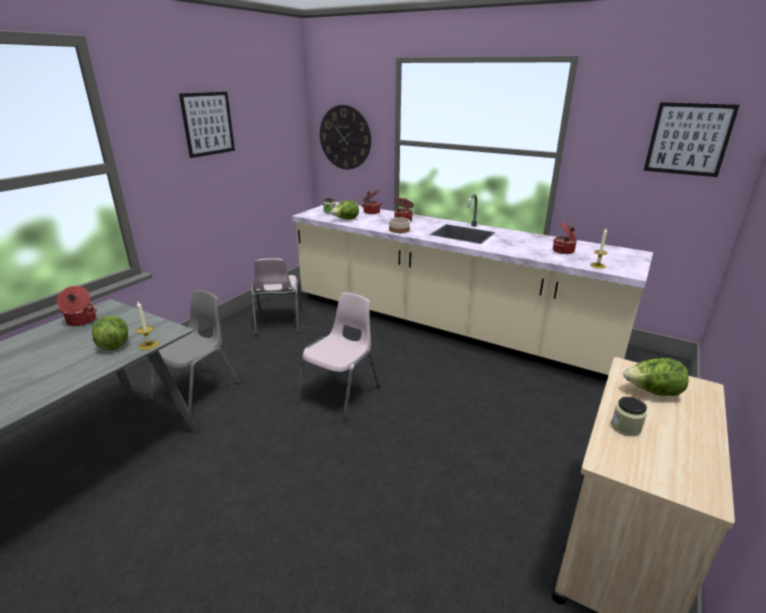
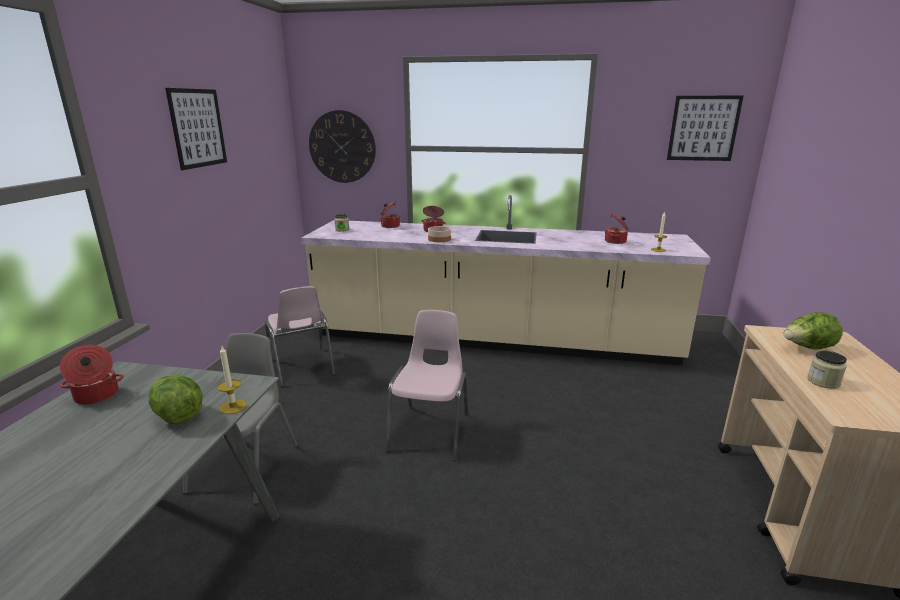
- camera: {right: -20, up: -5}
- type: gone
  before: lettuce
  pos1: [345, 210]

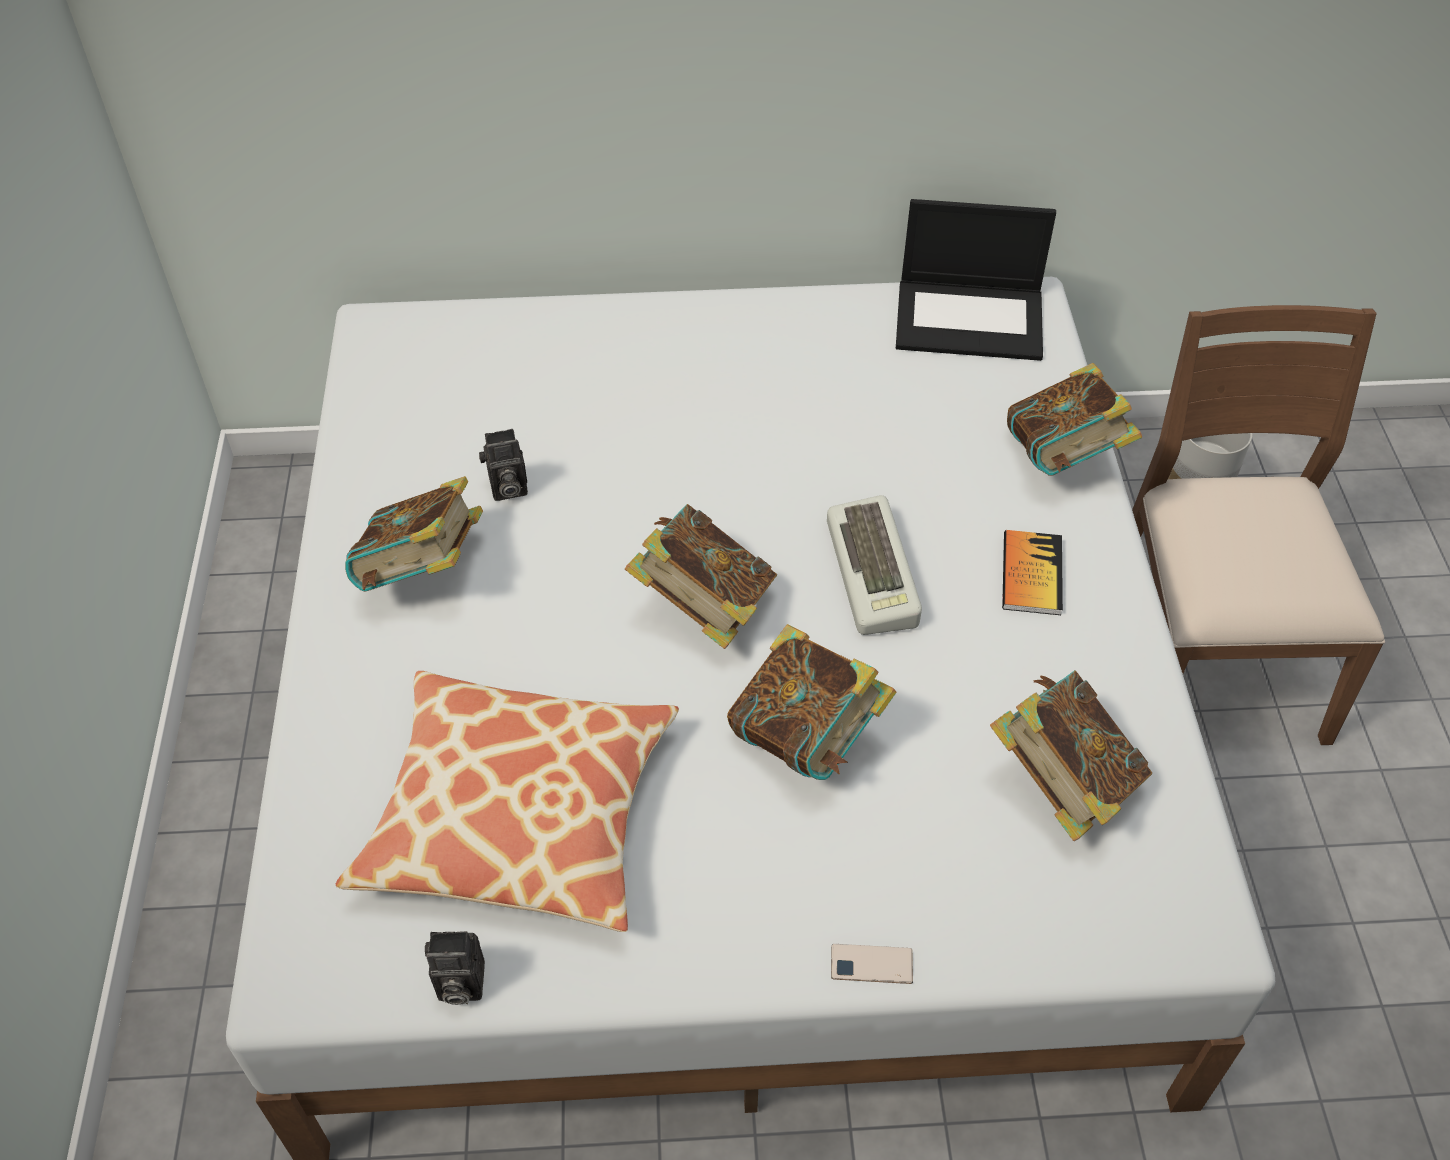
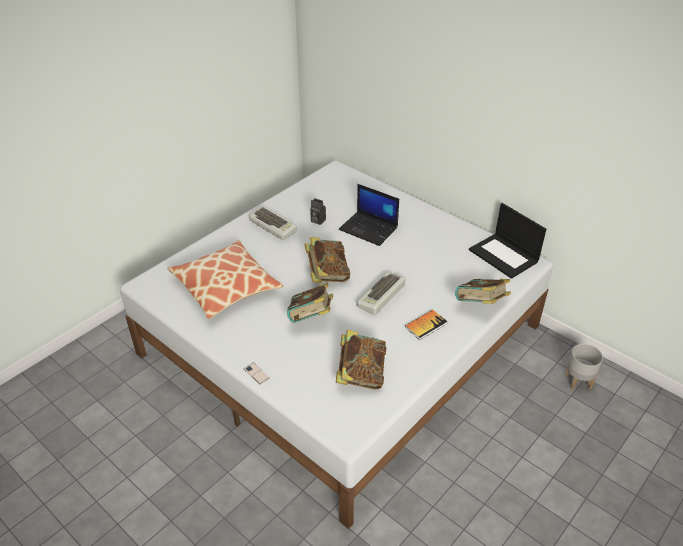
- camera: {right: 45, up: -10}
- type: gone
  before: brown chair
  pos1: [1258, 525]
- type: swapped
  before: book
  after: keyboard
  pos1: [414, 533]
  pos2: [273, 223]
- type: gone
  before: photo camera
  pos1: [455, 968]
- type: new
  after: laptop
  pos2: [369, 215]

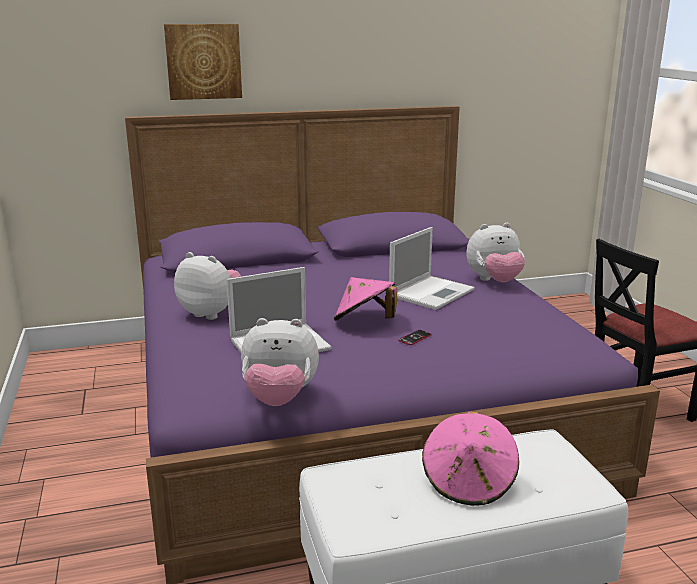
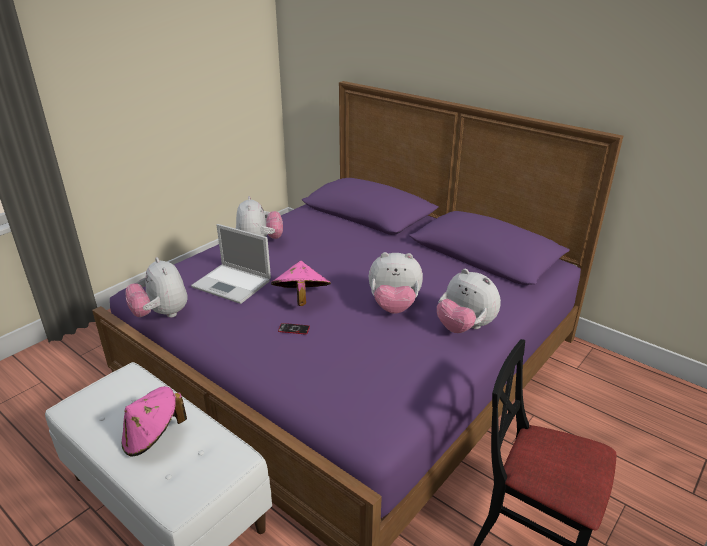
- camera: {right: 55, up: 10}
- type: gone
  before: picture
  pos1: [203, 62]
- type: swapped
  before: laptop
  after: plush toy
  pos1: [432, 268]
  pos2: [396, 283]

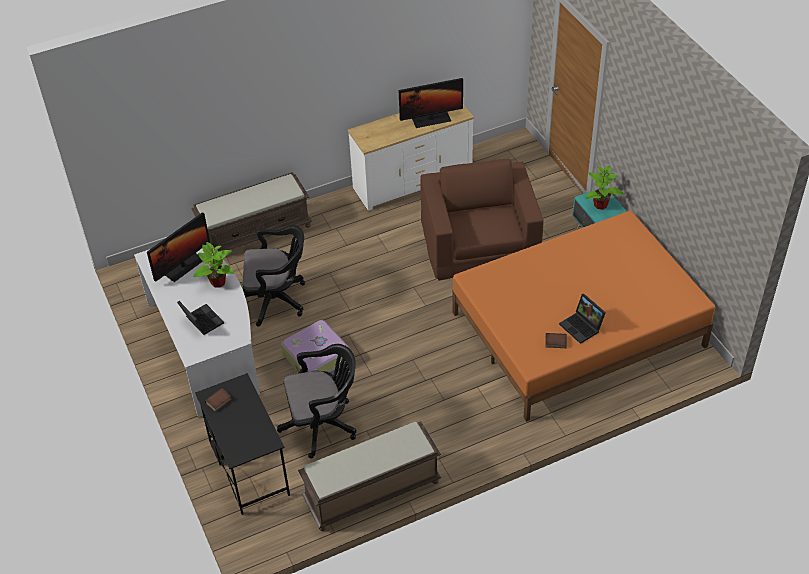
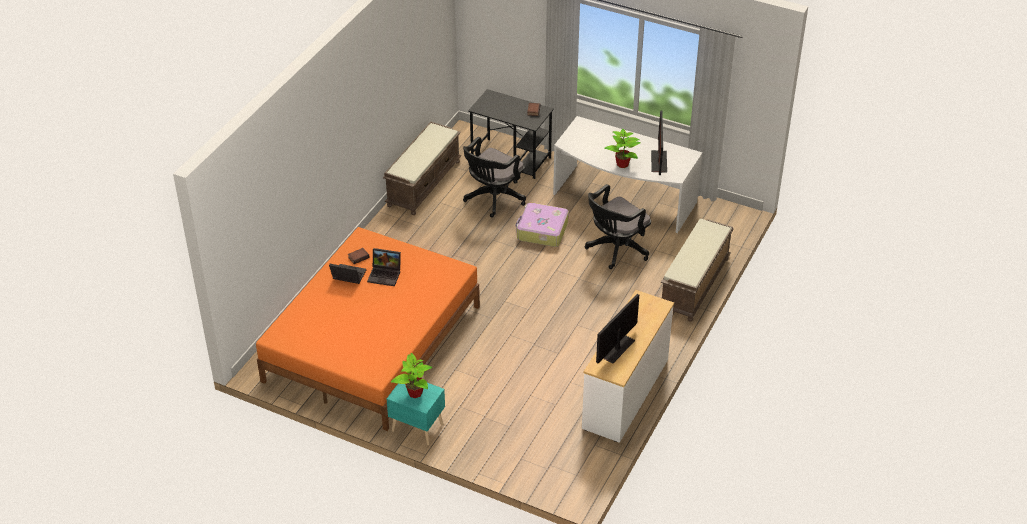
- camera: {right: 140, up: -5}
- type: gone
  before: brown armchair
  pos1: [482, 220]
- type: shifted
  before: laptop
  pos1: [200, 318]
  pos2: [384, 267]

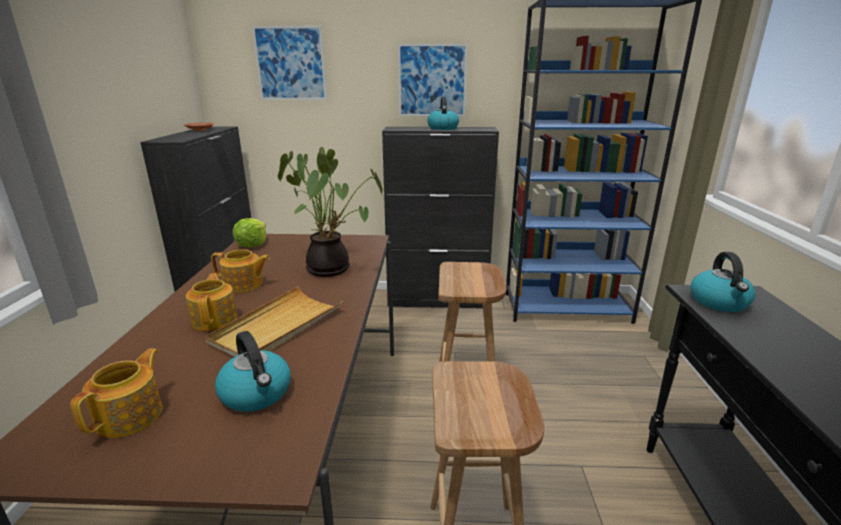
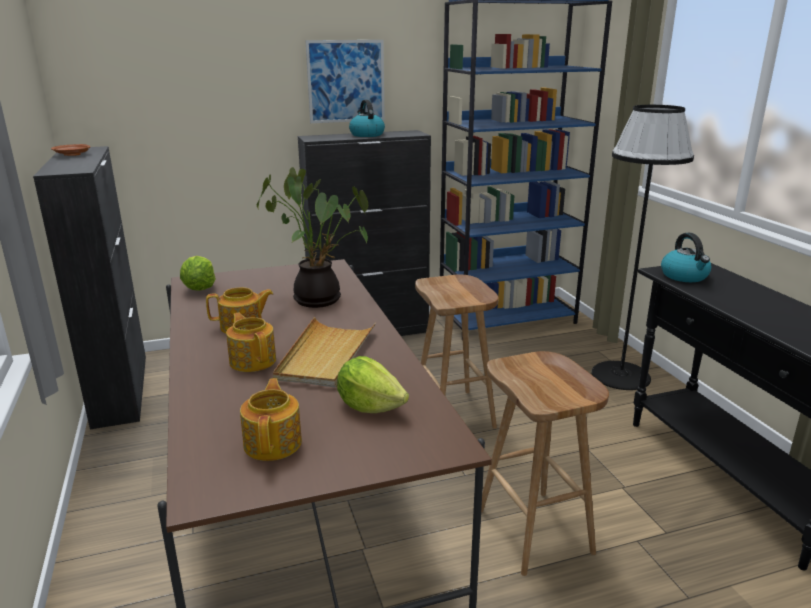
- camera: {right: -20, up: 0}
- type: gone
  before: picture
  pos1: [289, 63]
- type: swapped
  before: kettle
  after: lettuce
  pos1: [253, 371]
  pos2: [373, 384]
- type: new
  after: black floor lamp
  pos2: [642, 247]

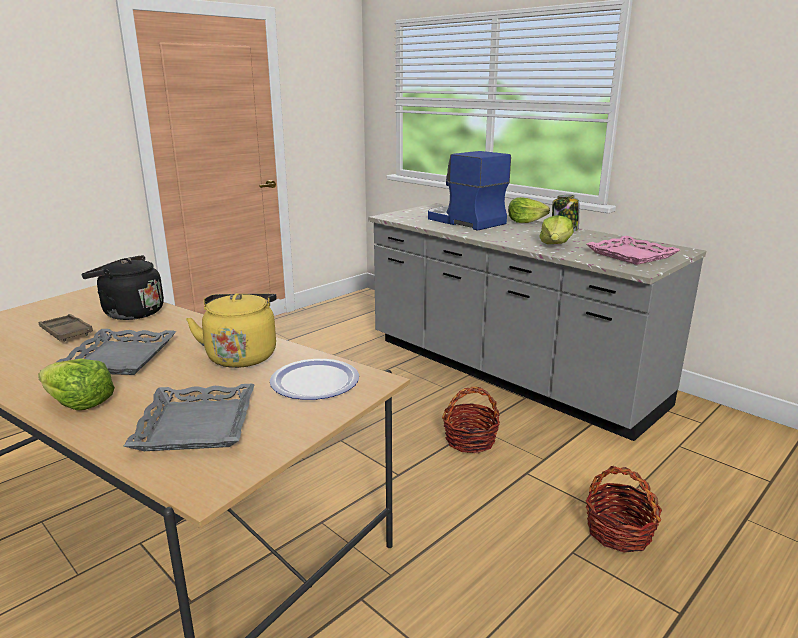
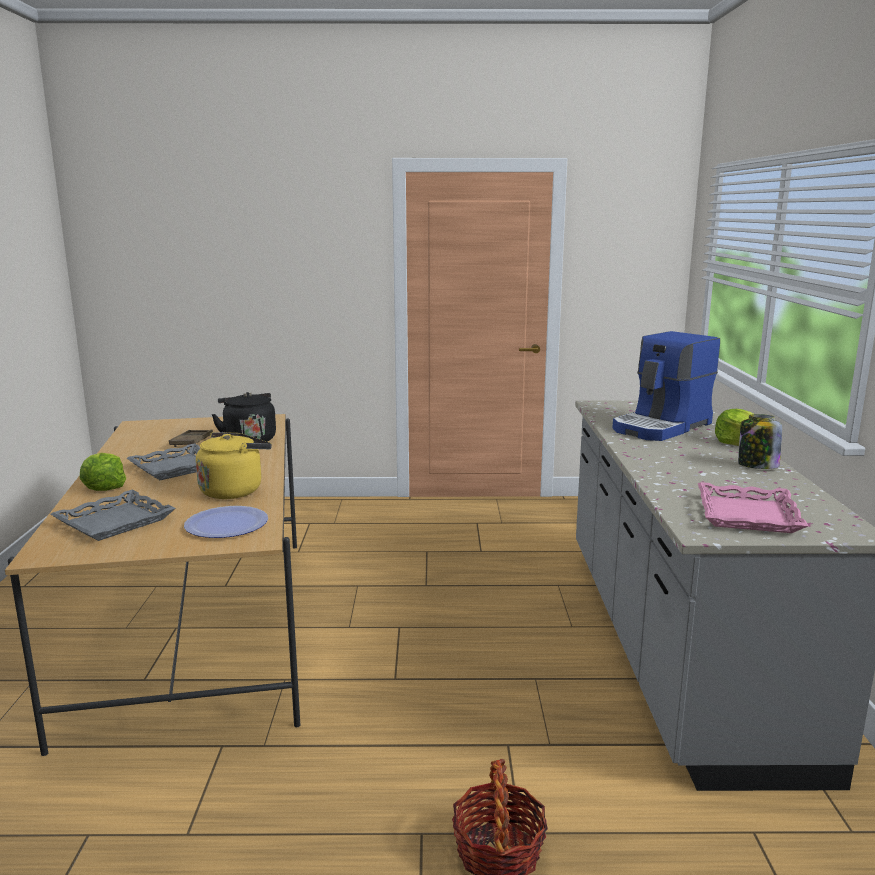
- camera: {right: 45, up: -5}
- type: rotated
  before: coffee machine
  pos1: [469, 191]
  pos2: [666, 386]
  turn: -135
- type: gone
  before: lettuce
  pos1: [557, 229]
- type: gone
  before: basket
  pos1: [471, 420]

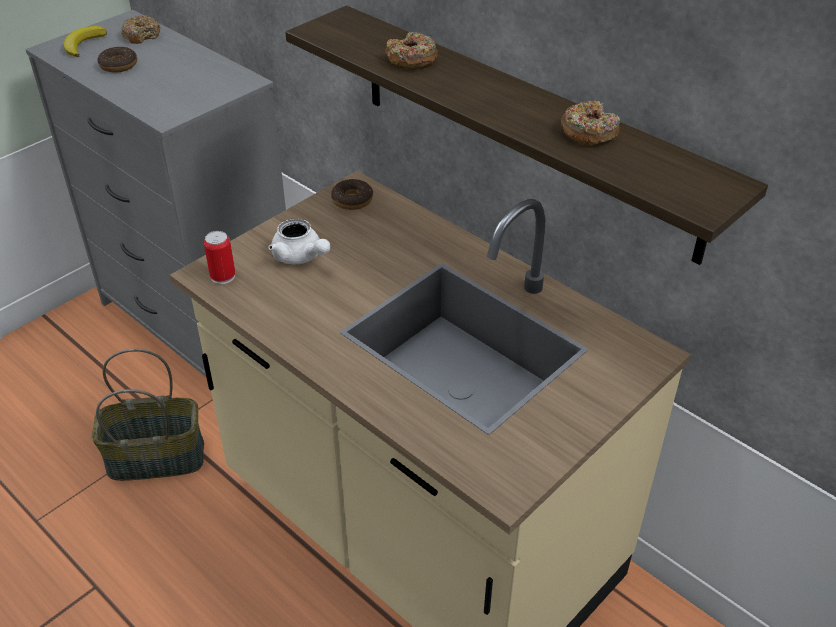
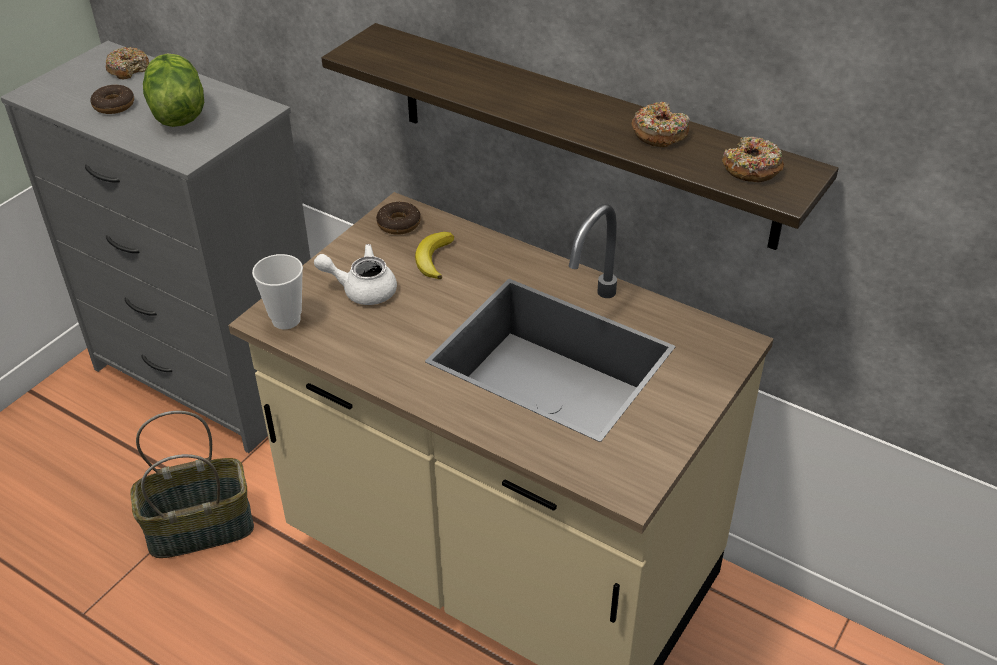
- camera: {right: -10, up: 0}
- type: shifted
  before: banana
  pos1: [85, 41]
  pos2: [434, 255]
- type: shifted
  before: donut
  pos1: [412, 51]
  pos2: [753, 159]
- type: rotated
  before: white teapot
  pos1: [299, 241]
  pos2: [355, 274]
  turn: 150
- type: swapped
  before: can
  after: cup
  pos1: [219, 257]
  pos2: [277, 291]
- type: new
  after: lettuce
  pos2: [173, 90]

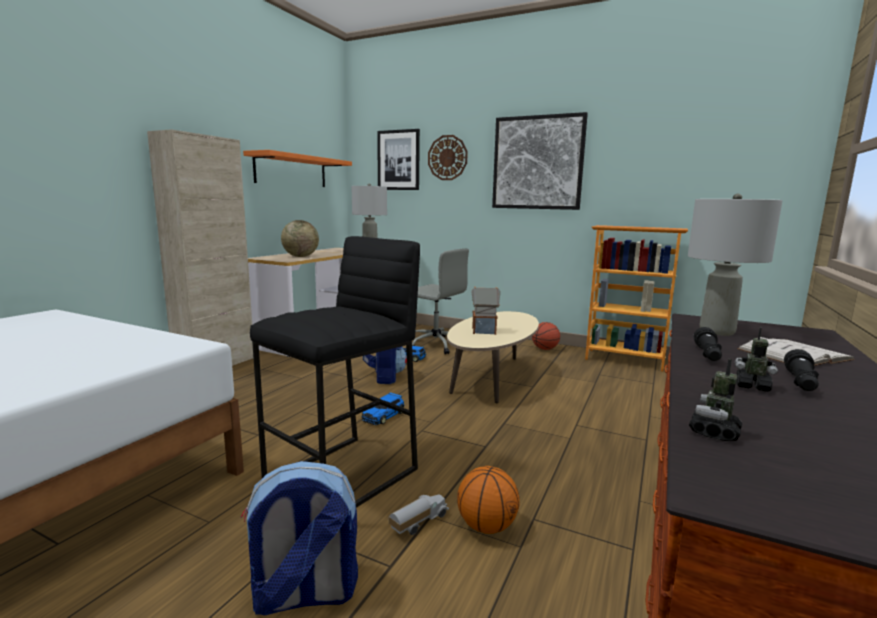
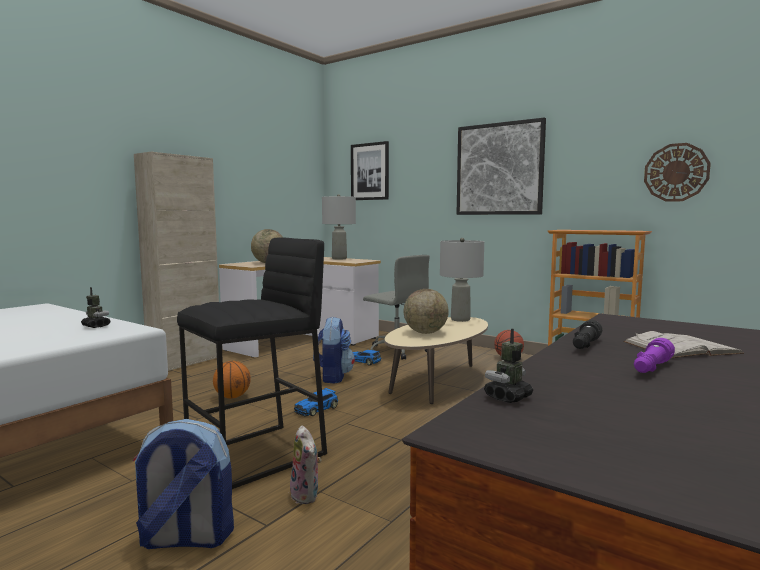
- camera: {right: 10, up: -5}
- type: shifted
  before: wall clock
  pos1: [448, 157]
  pos2: [677, 172]
- type: gone
  before: orange shelf
  pos1: [297, 168]
- type: shifted
  before: grey table lamp
  pos1: [735, 265]
  pos2: [462, 280]
- type: swapped
  before: toy house
  after: globe
  pos1: [486, 310]
  pos2: [426, 311]
- type: shifted
  before: toy robot
  pos1: [756, 359]
  pos2: [96, 307]
- type: repainted
  before: black flashlight
  after: purple flashlight
  pos1: [801, 370]
  pos2: [654, 355]
- type: shifted
  before: basketball
  pos1: [488, 500]
  pos2: [232, 380]
- type: swapped
  before: toy truck
  after: plush toy
  pos1: [419, 515]
  pos2: [305, 464]

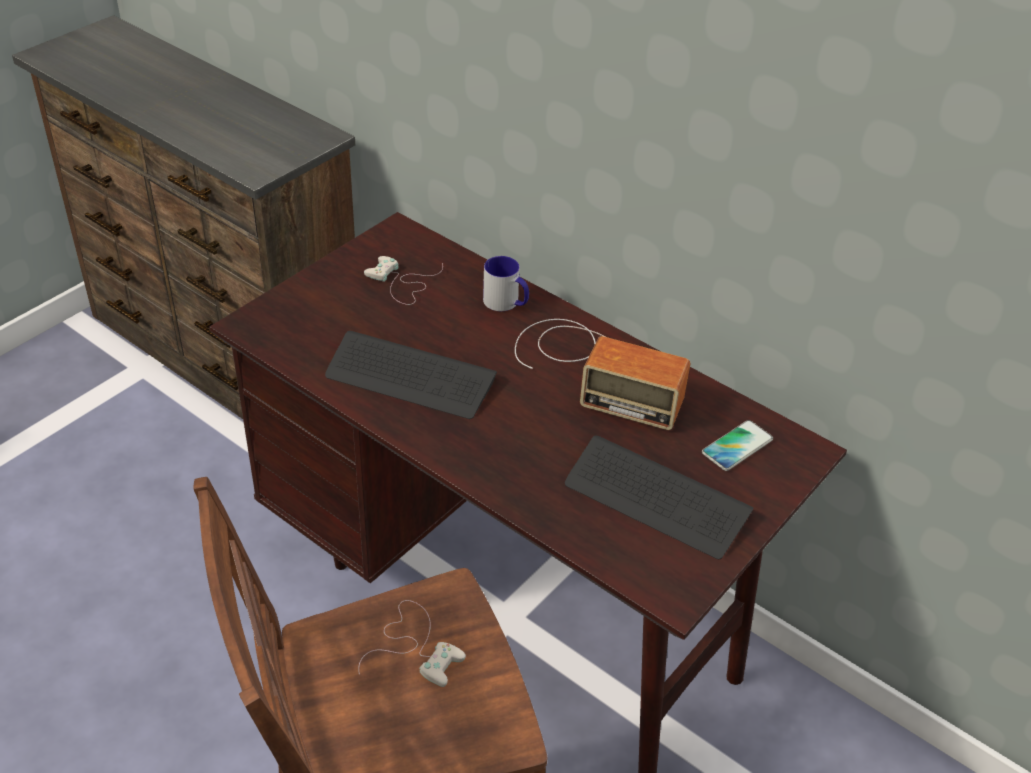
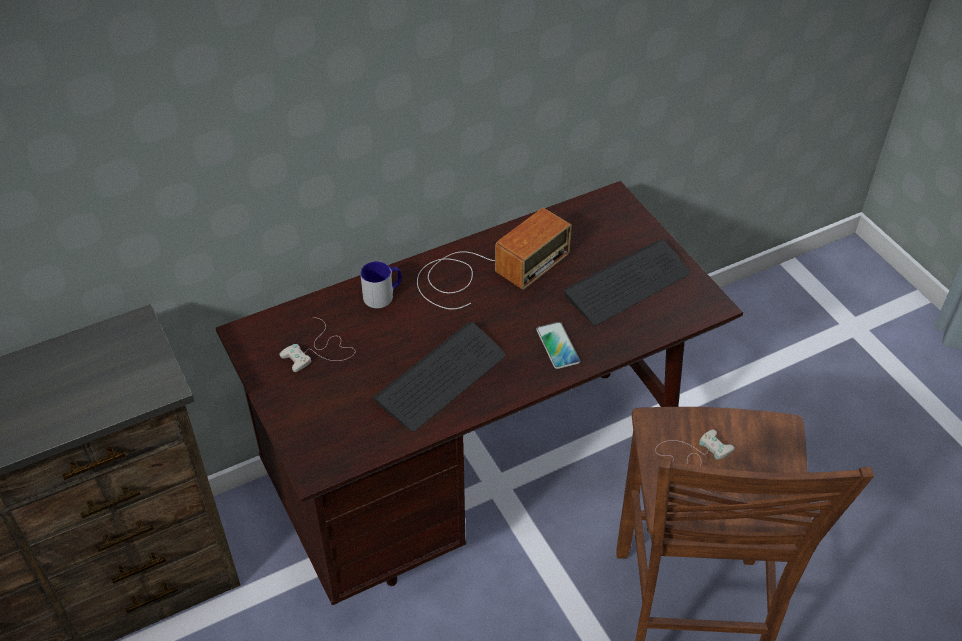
- camera: {right: -65, up: 5}
- type: shifted
  before: phone
  pos1: [737, 445]
  pos2: [558, 345]

